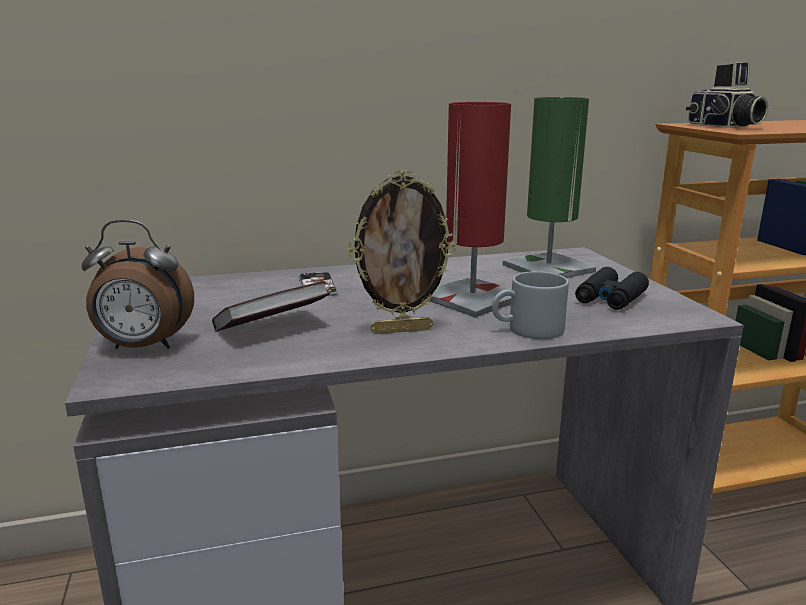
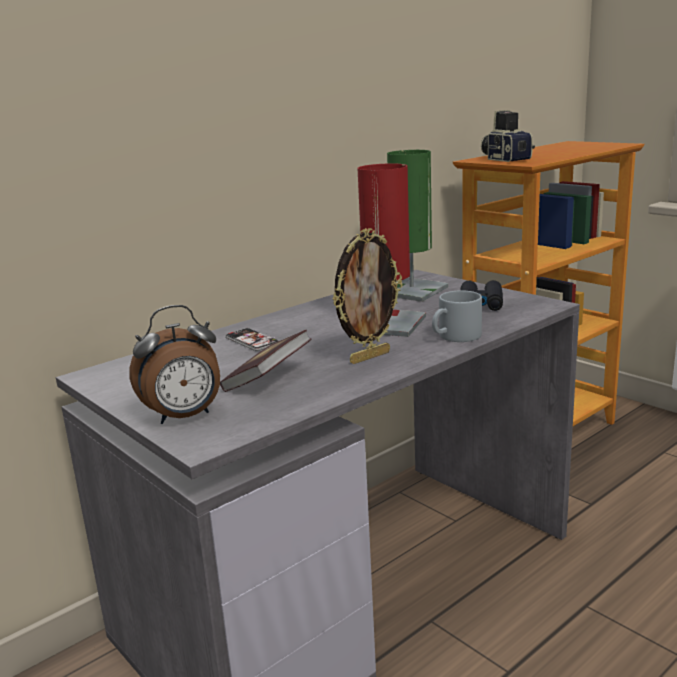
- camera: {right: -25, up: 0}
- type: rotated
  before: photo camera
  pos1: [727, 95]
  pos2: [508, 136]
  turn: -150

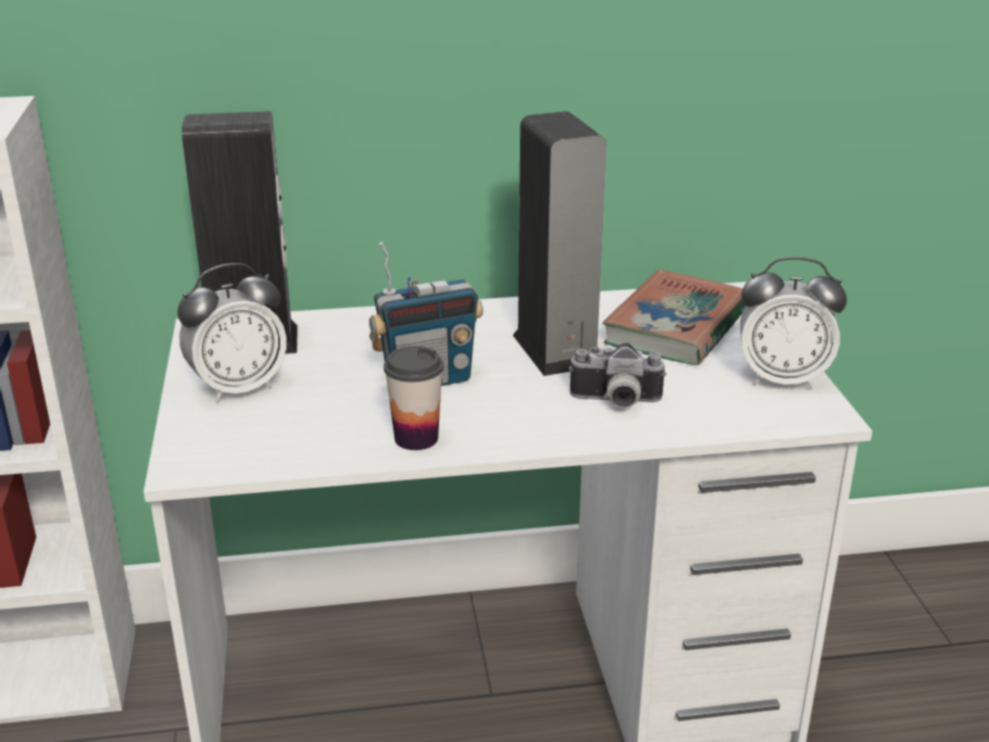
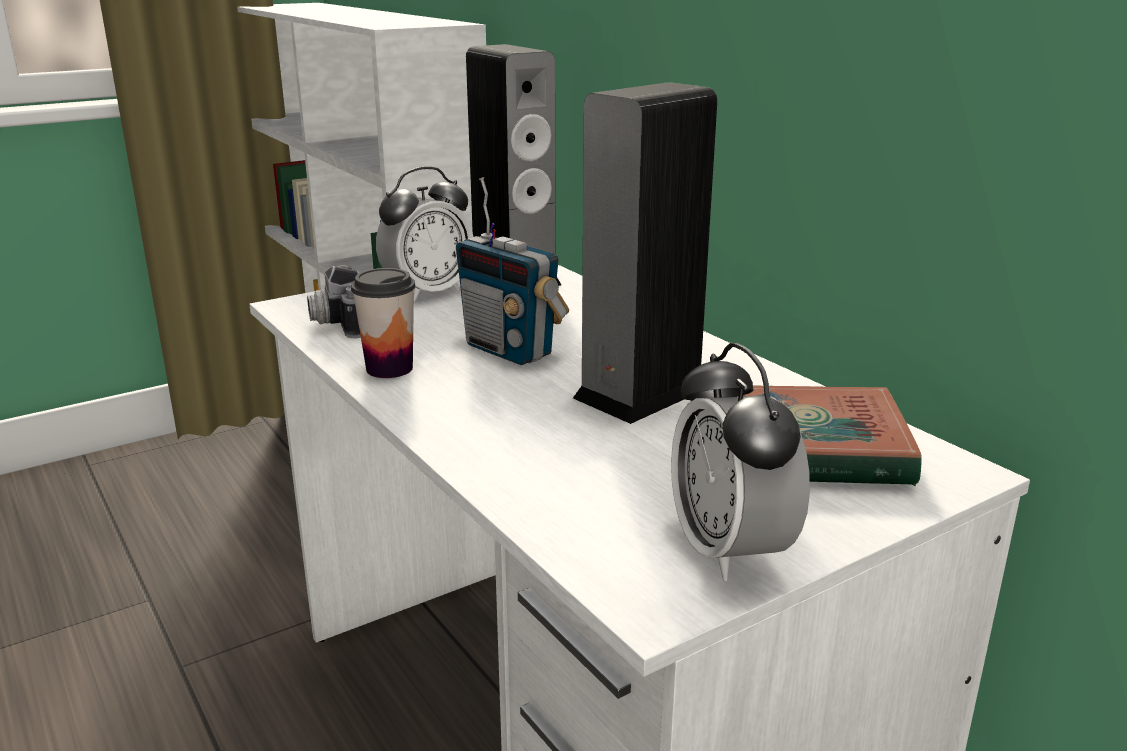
- camera: {right: 65, up: -5}
- type: rotated
  before: alarm clock
  pos1: [231, 333]
  pos2: [424, 234]
  turn: -75
- type: shifted
  before: photo camera
  pos1: [618, 375]
  pos2: [334, 301]

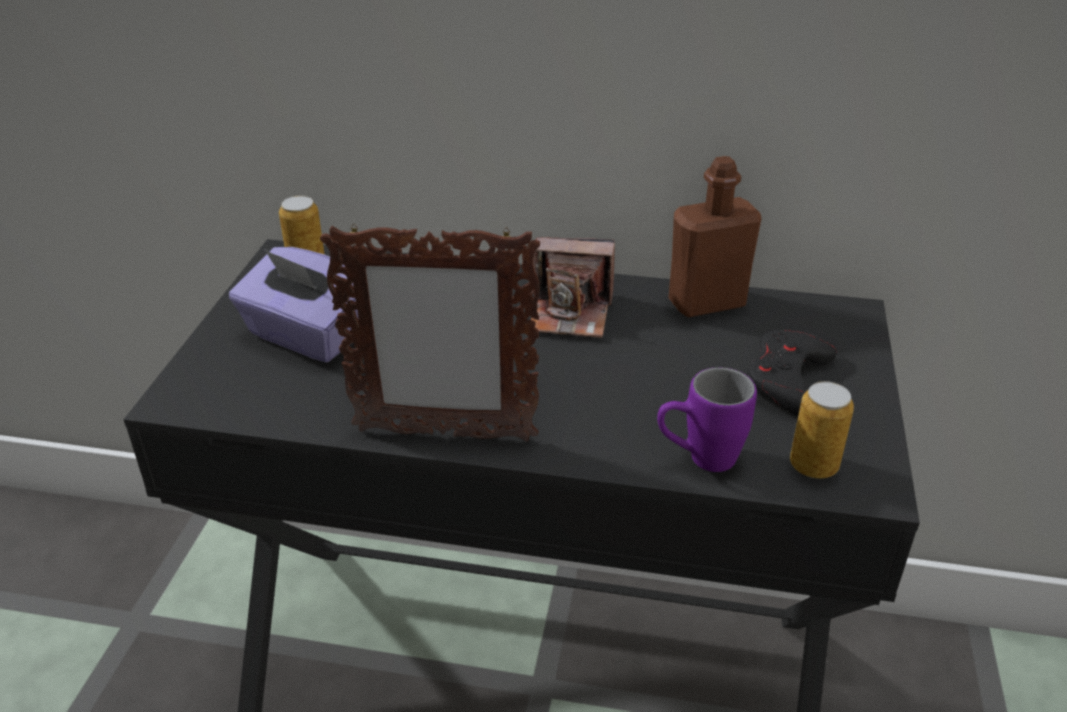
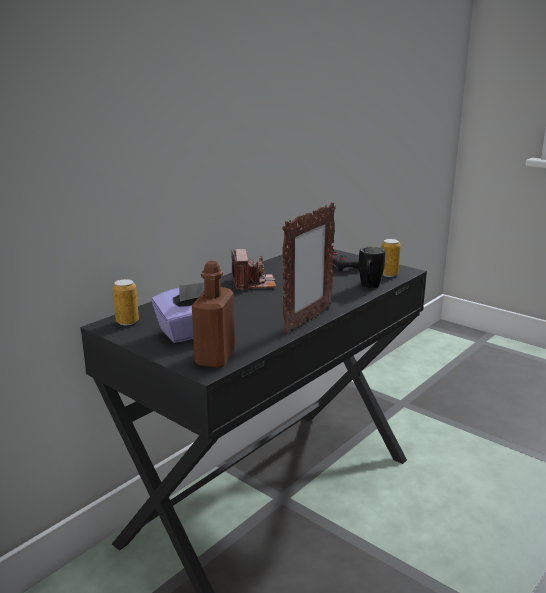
- camera: {right: -60, up: -15}
- type: shifted
  before: brown bottle
  pos1: [715, 236]
  pos2: [213, 314]
- type: rotated
  before: photo camera
  pos1: [573, 287]
  pos2: [253, 269]
  turn: -45
- type: repainted
  before: purple mug
  after: black mug
  pos1: [707, 419]
  pos2: [372, 267]

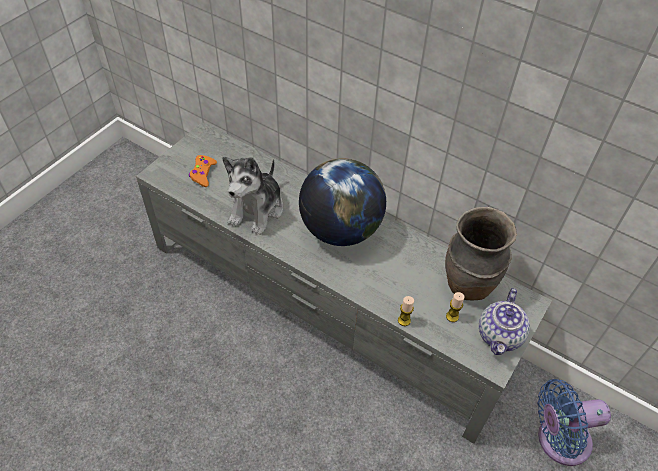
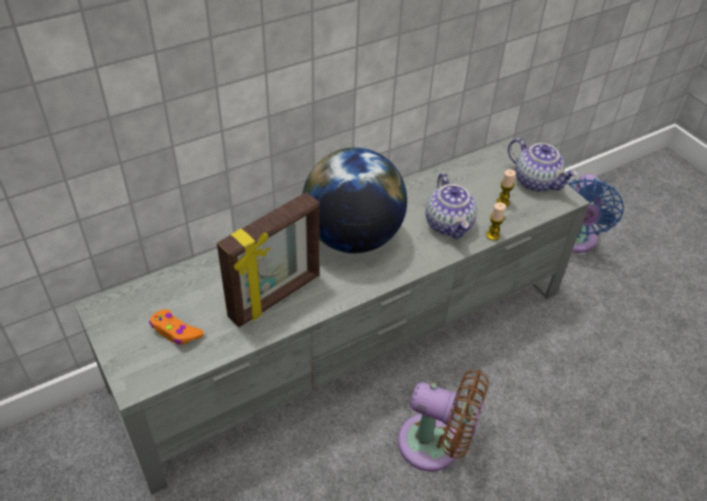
- camera: {right: -65, up: -5}
- type: swapped
  before: plush toy
  after: picture frame
  pos1: [252, 196]
  pos2: [268, 259]
- type: gone
  before: brown vase
  pos1: [481, 254]
- type: new
  after: teapot
  pos2: [451, 206]
- type: new
  after: brown fan
  pos2: [443, 420]

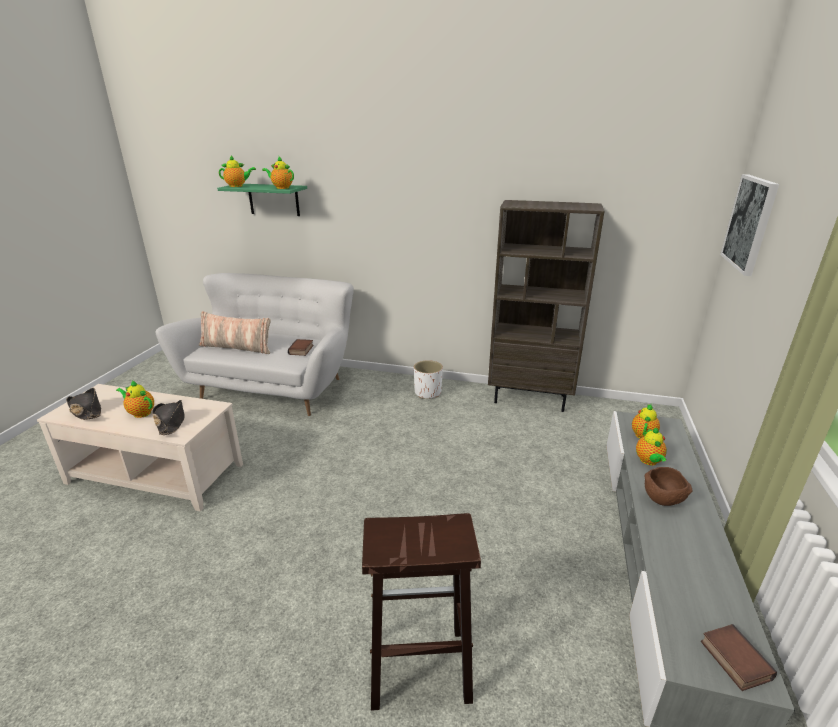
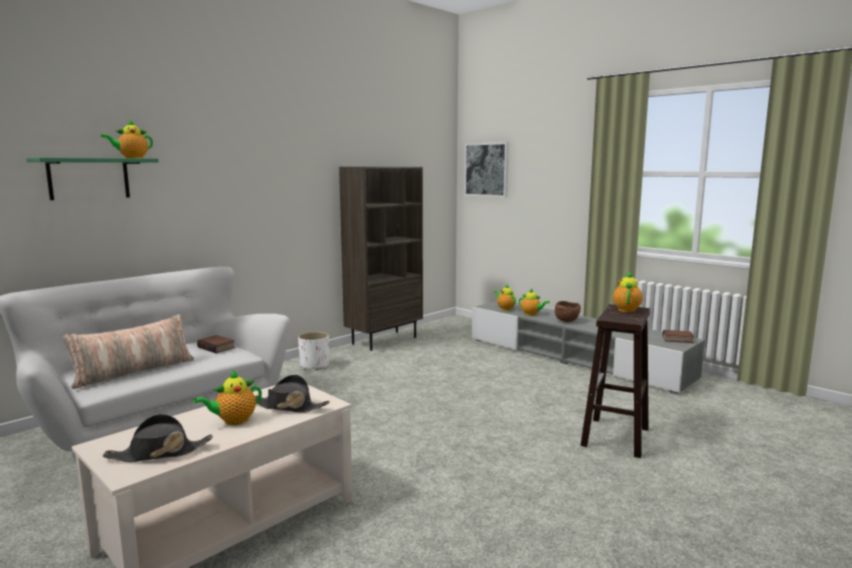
- camera: {right: -60, up: -15}
- type: shifted
  before: teapot
  pos1: [237, 171]
  pos2: [628, 291]

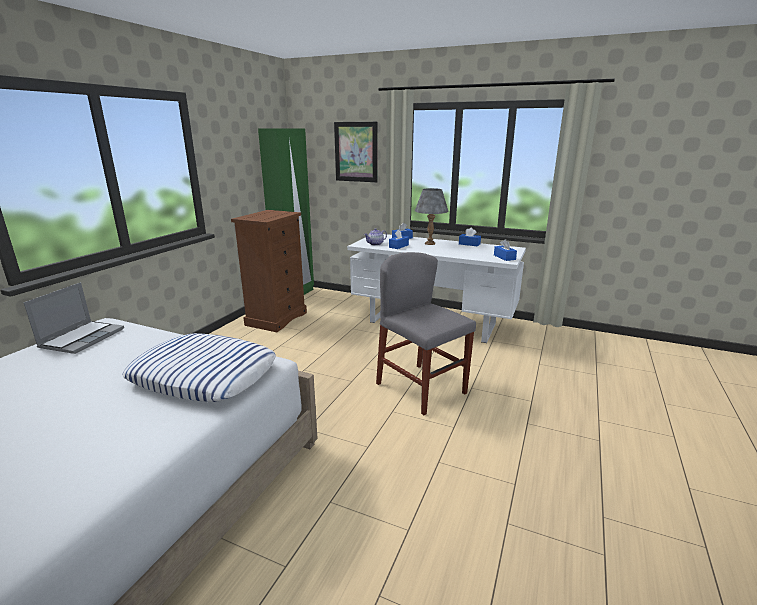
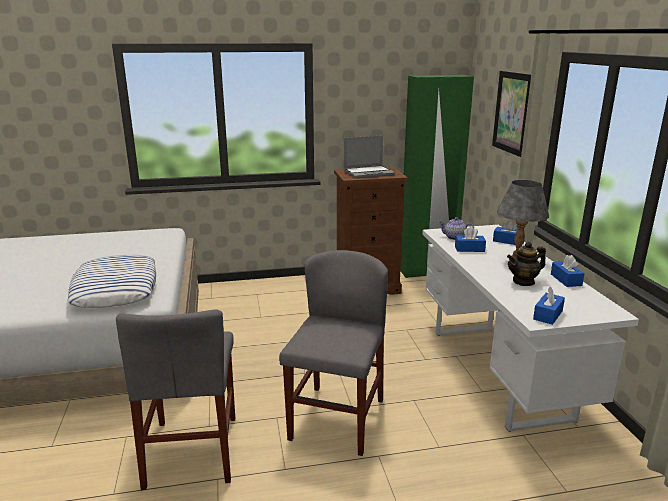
- camera: {right: 55, up: 0}
- type: shifted
  before: laptop
  pos1: [73, 318]
  pos2: [369, 157]
- type: new
  after: teapot
  pos2: [526, 263]
- type: new
  after: grey chair
  pos2: [175, 399]

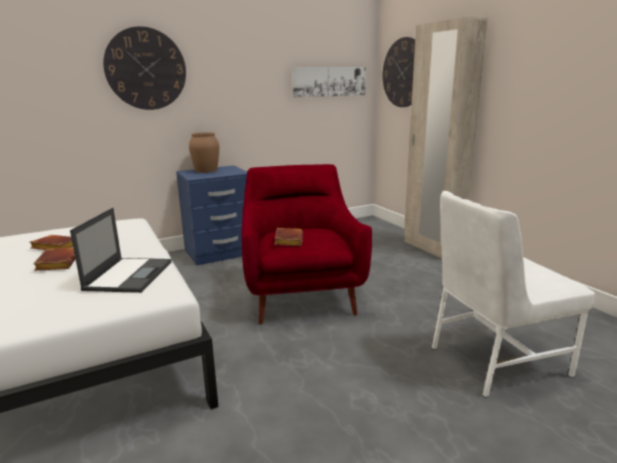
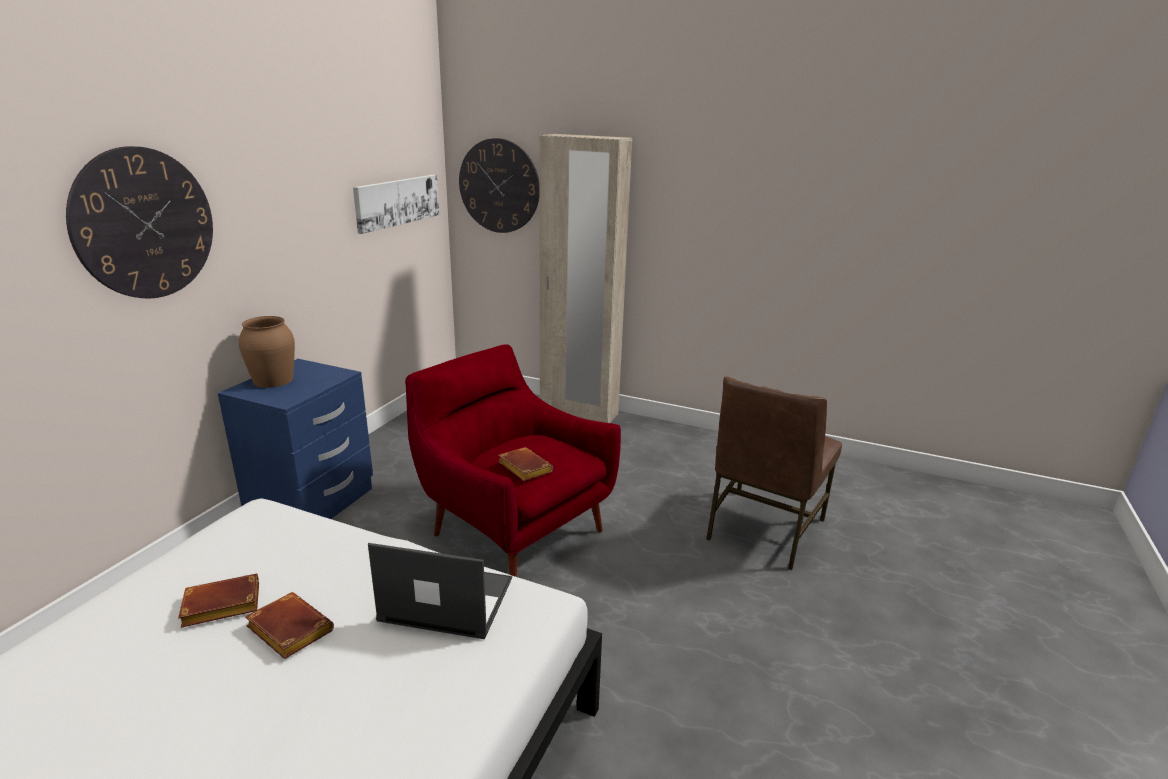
- camera: {right: -40, up: 5}
- type: repainted
  before: white chair
  after: brown chair
  pos1: [513, 294]
  pos2: [774, 473]
- type: rotated
  before: laptop
  pos1: [121, 250]
  pos2: [440, 591]
  turn: -45

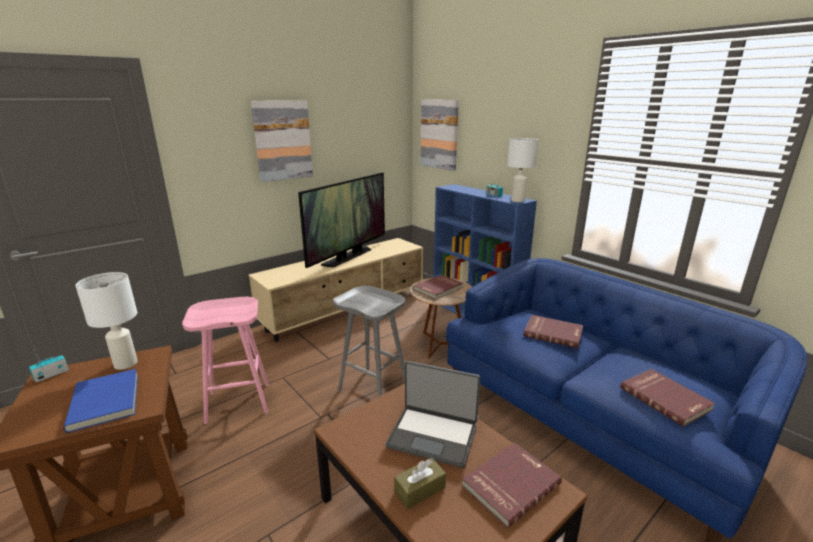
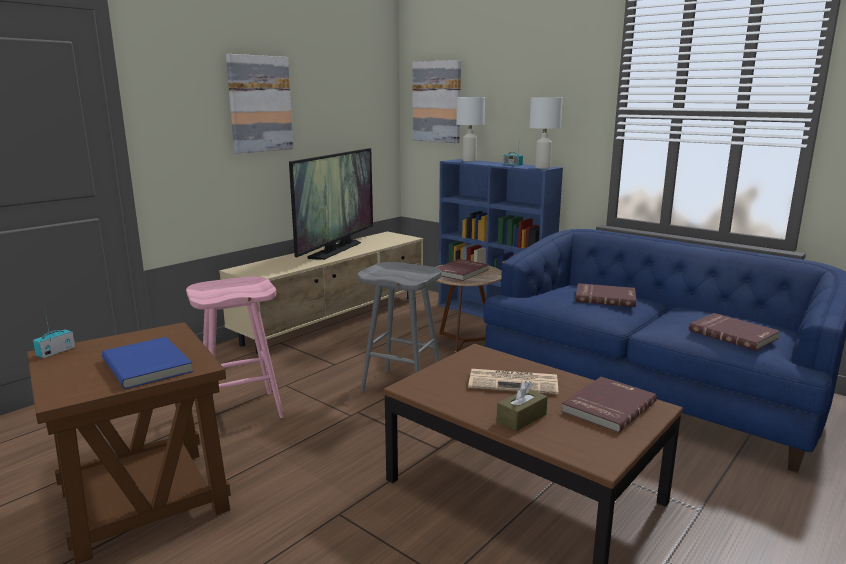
- camera: {right: -10, up: -5}
- type: shifted
  before: white table lamp
  pos1: [107, 321]
  pos2: [470, 129]
- type: swapped
  before: laptop
  after: newspaper
  pos1: [433, 414]
  pos2: [513, 382]

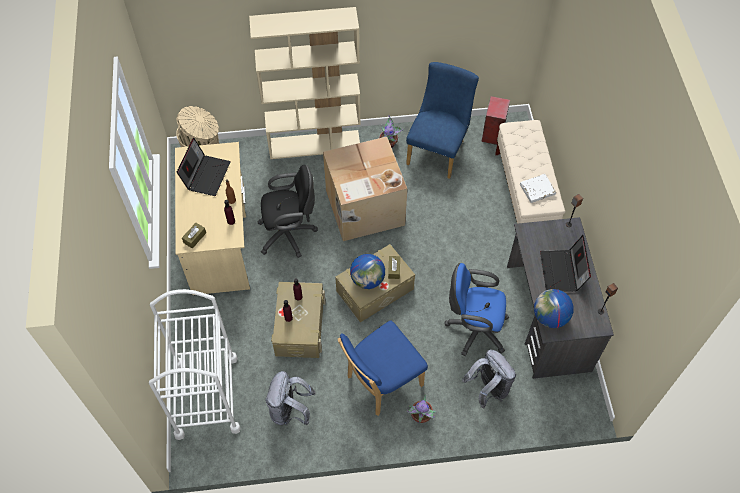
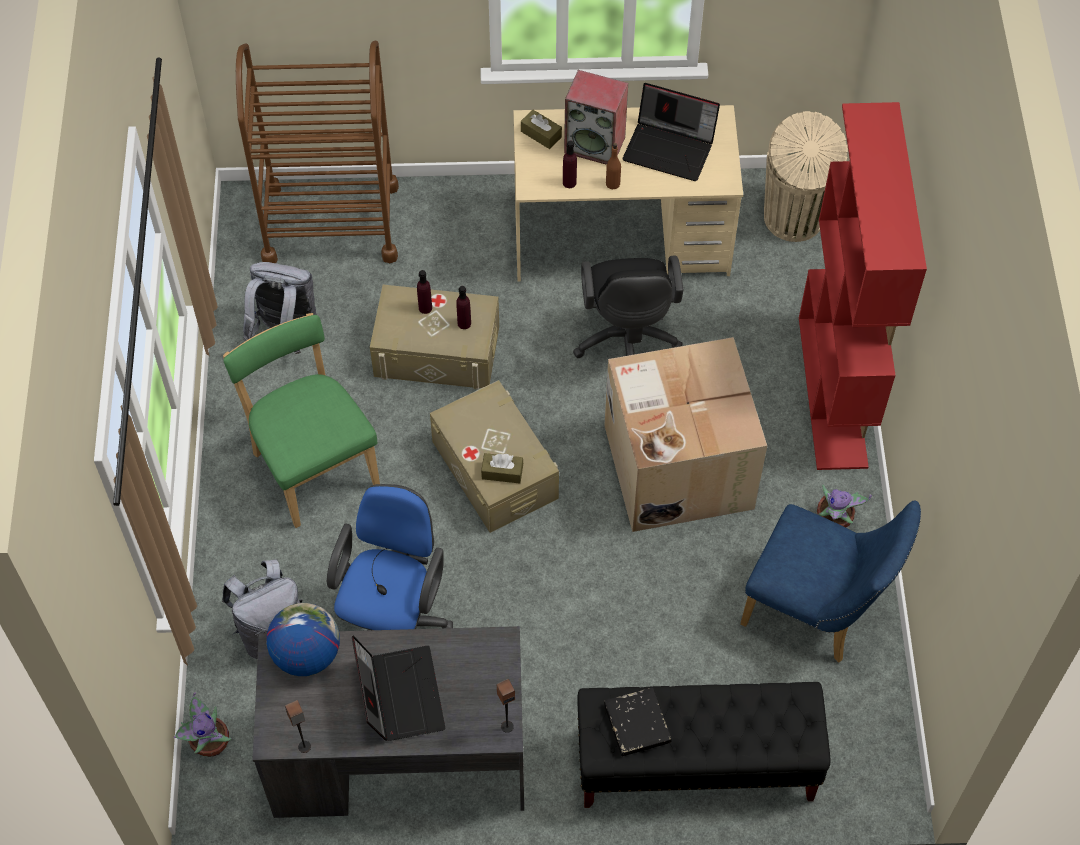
- camera: {right: 95, up: 0}
- type: repainted
  before: beige bookcase
  after: red bookcase
  pos1: [305, 83]
  pos2: [863, 286]
- type: shifted
  before: speaker
  pos1: [495, 120]
  pos2: [596, 117]
- type: repainted
  before: beige bench
  after: black bench
  pos1: [530, 172]
  pos2: [703, 745]
- type: repainted
  before: white book
  after: black book
  pos1: [538, 188]
  pos2: [638, 722]
- type: rotated
  before: laptop
  pos1: [565, 263]
  pos2: [399, 688]
  turn: 75
- type: gone
  before: globe
  pos1: [367, 271]
- type: repainted
  before: white cart
  after: brown cart
  pos1: [195, 364]
  pos2: [317, 151]
- type: repainted
  before: blue chair
  after: green chair
  pos1: [383, 368]
  pos2: [301, 420]
- type: shifted
  before: potted plant
  pos1: [422, 409]
  pos2: [203, 724]

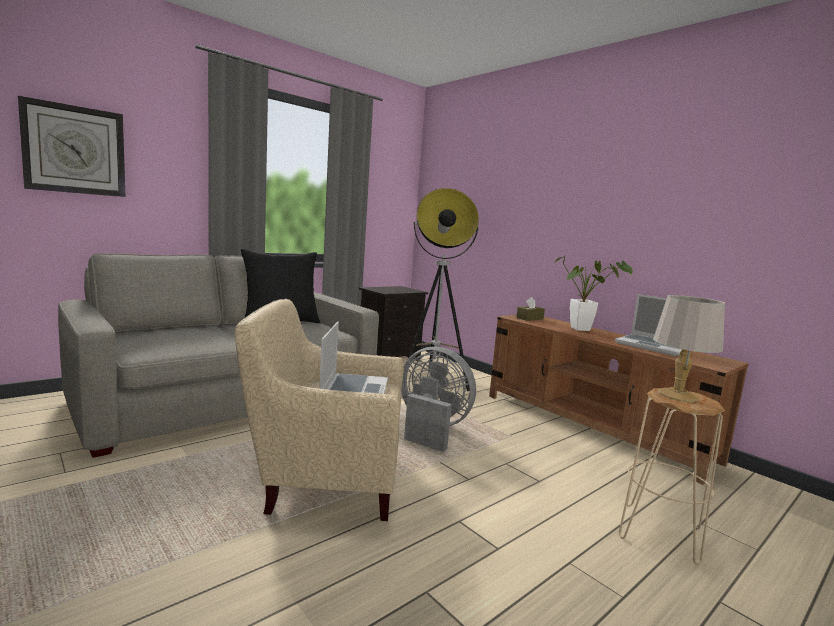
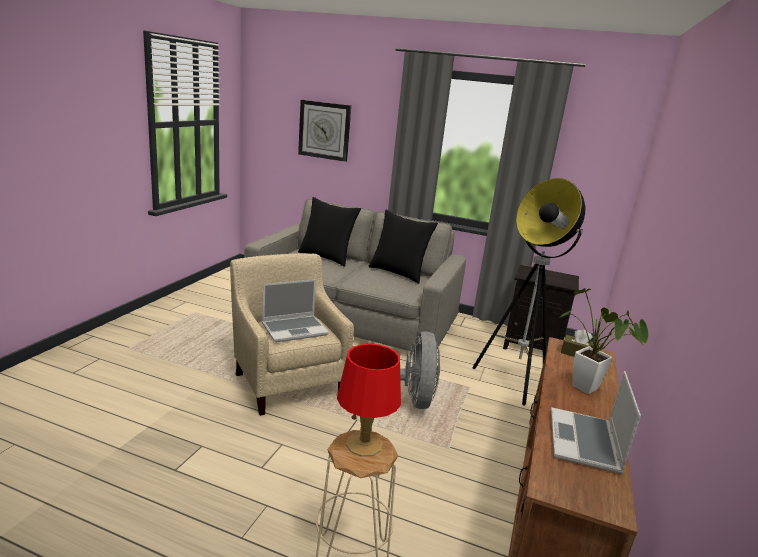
- camera: {right: 60, up: 10}
- type: repainted
  before: grey table lamp
  after: red table lamp
  pos1: [689, 348]
  pos2: [369, 400]
- type: new
  after: black pillow
  pos2: [329, 231]

